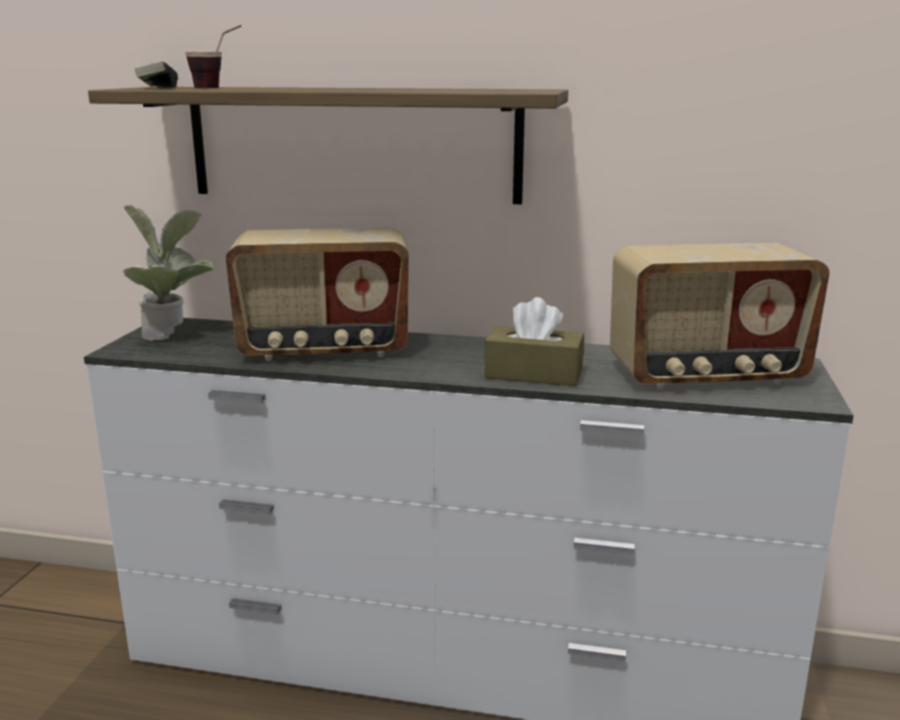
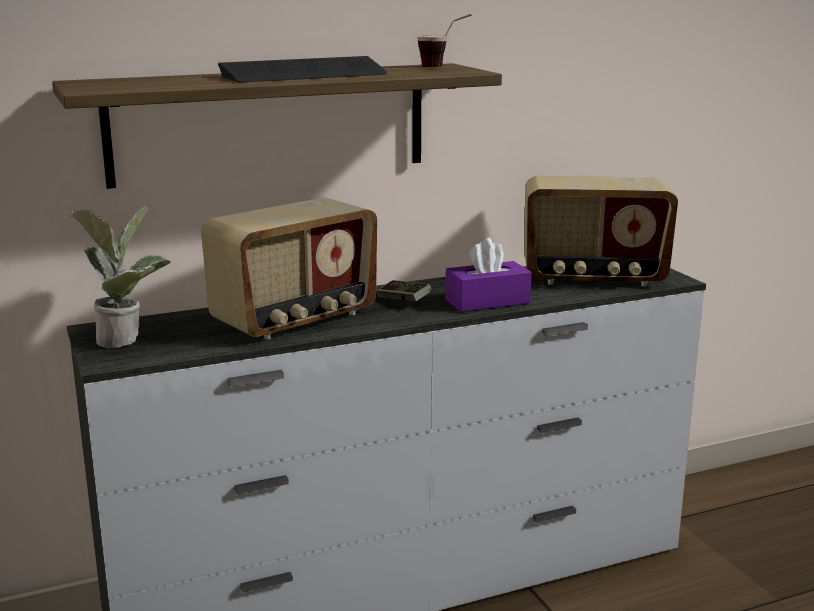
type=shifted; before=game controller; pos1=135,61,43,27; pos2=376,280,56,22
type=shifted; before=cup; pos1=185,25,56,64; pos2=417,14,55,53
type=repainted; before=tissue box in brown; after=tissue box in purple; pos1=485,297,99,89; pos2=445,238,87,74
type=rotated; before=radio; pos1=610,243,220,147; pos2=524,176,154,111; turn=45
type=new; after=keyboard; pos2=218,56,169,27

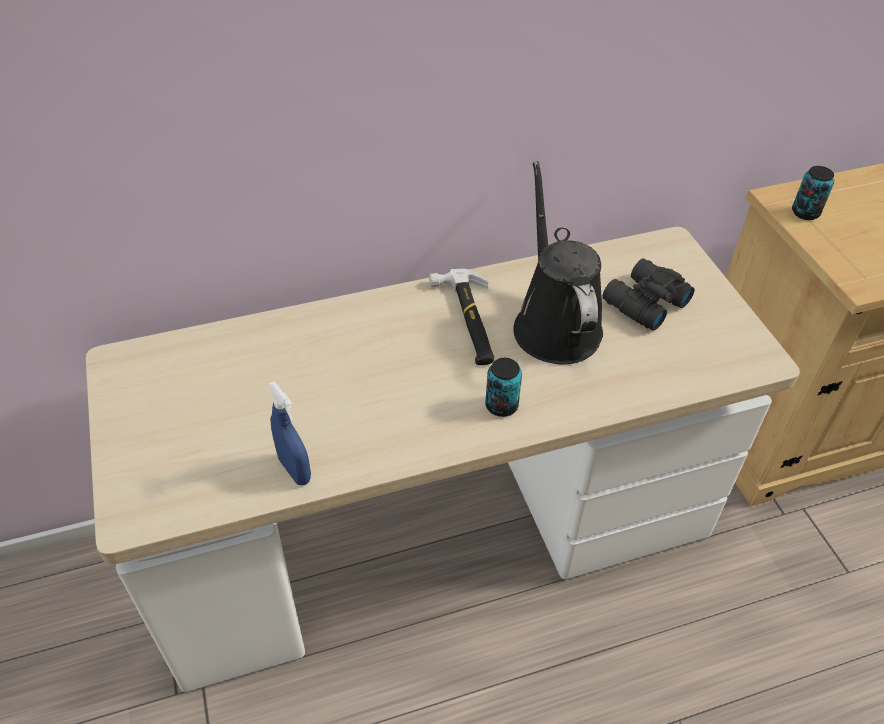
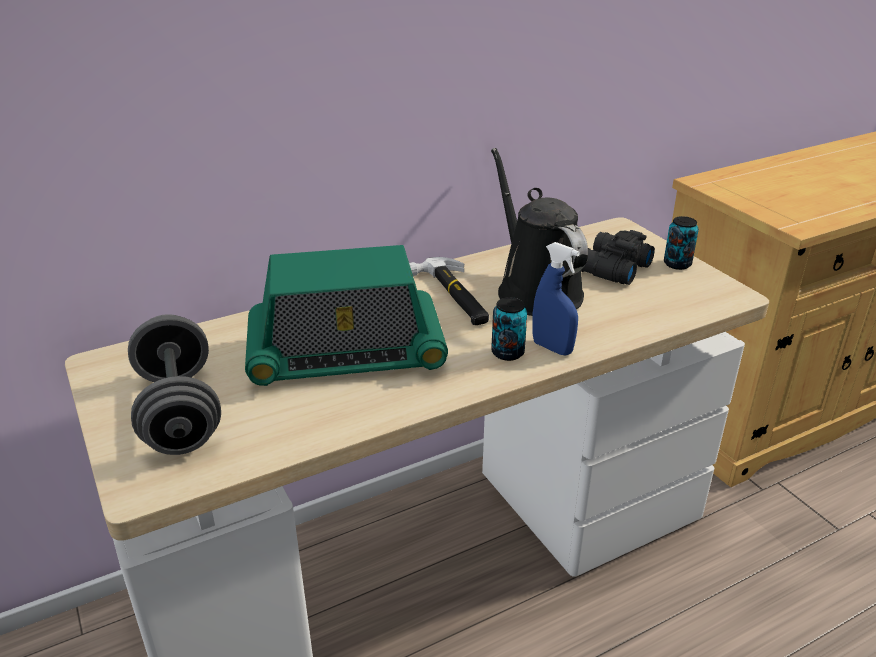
type=shifted; before=spray bottle in blue; pos1=268,381,43,104; pos2=533,242,47,113
type=shifted; before=can; pos1=792,166,42,54; pos2=664,216,35,54
type=new; after=dumbbell in grey; pos2=128,314,93,141
type=new; after=radio; pos2=245,245,203,141

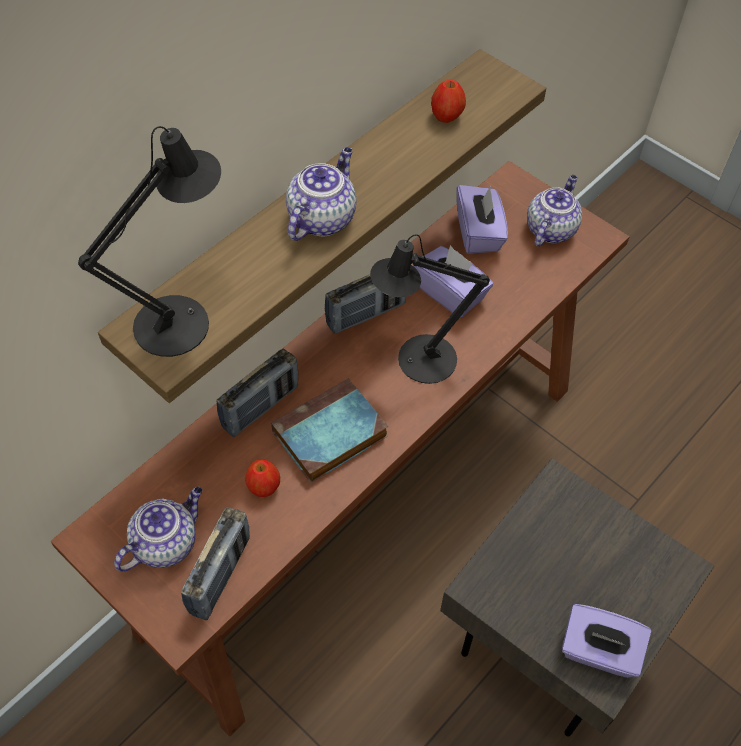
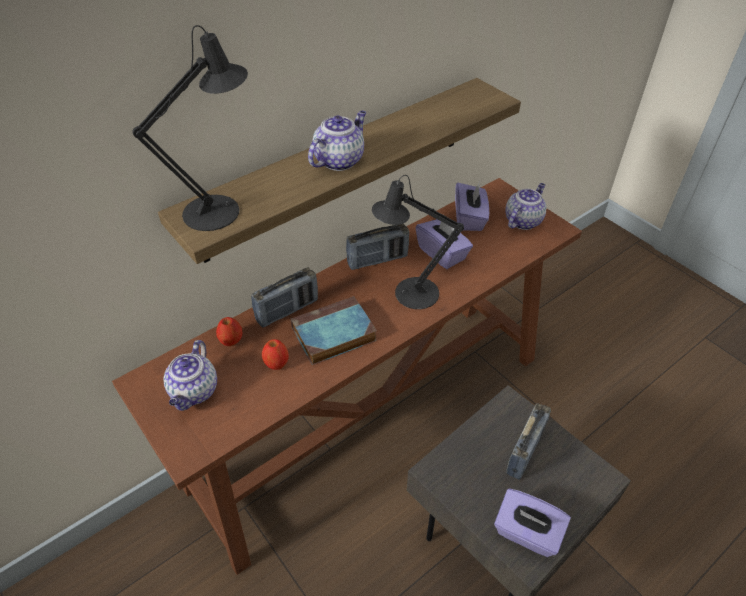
type=rotated; before=teapot; pos1=114,486,89,86; pos2=163,340,54,71; turn=135
type=shifted; before=radio; pos1=181,507,69,113; pos2=506,403,45,77
type=shifted; before=apple; pos1=431,79,35,44; pos2=216,317,26,29

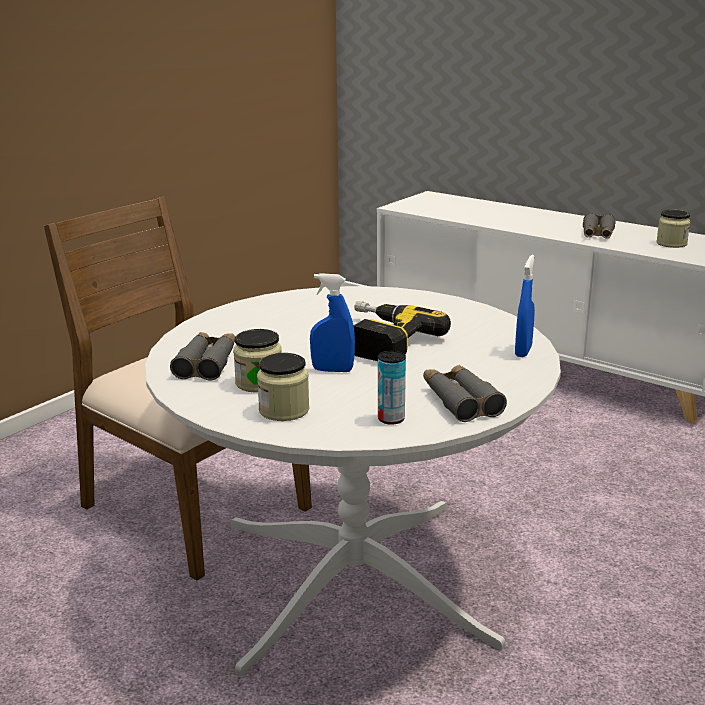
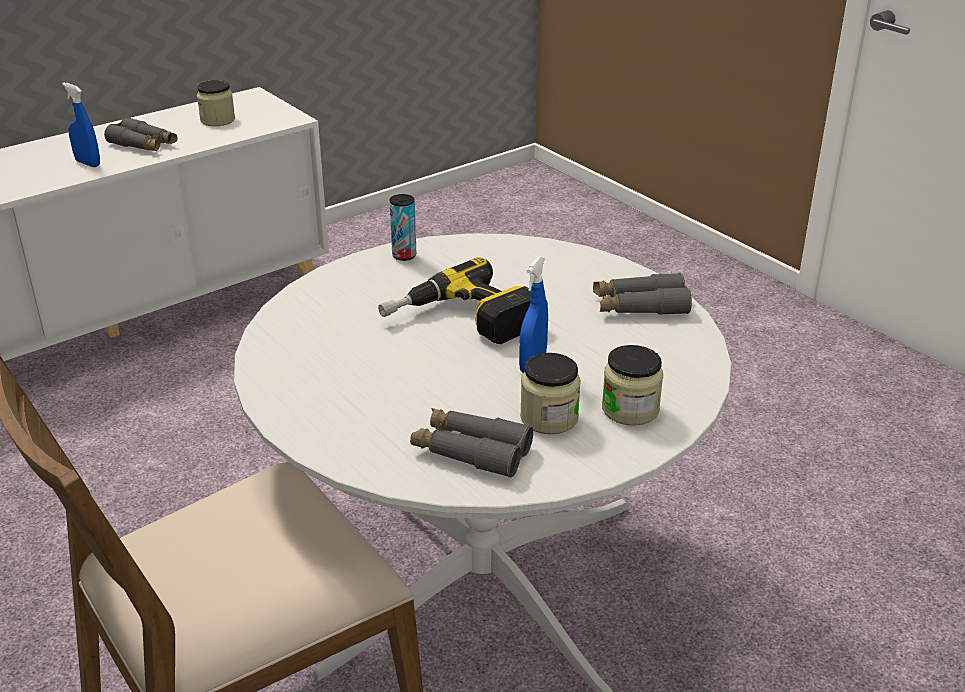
type=shifted; before=can; pos1=378,351,28,74; pos2=389,194,28,67
type=shifted; before=spray bottle in blue; pos1=515,255,20,102; pos2=62,83,38,84

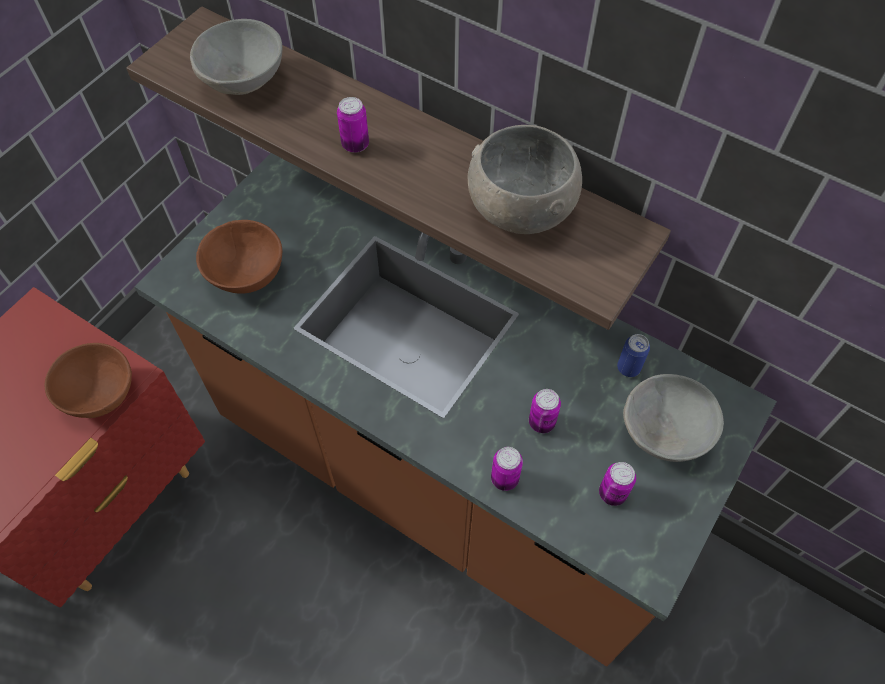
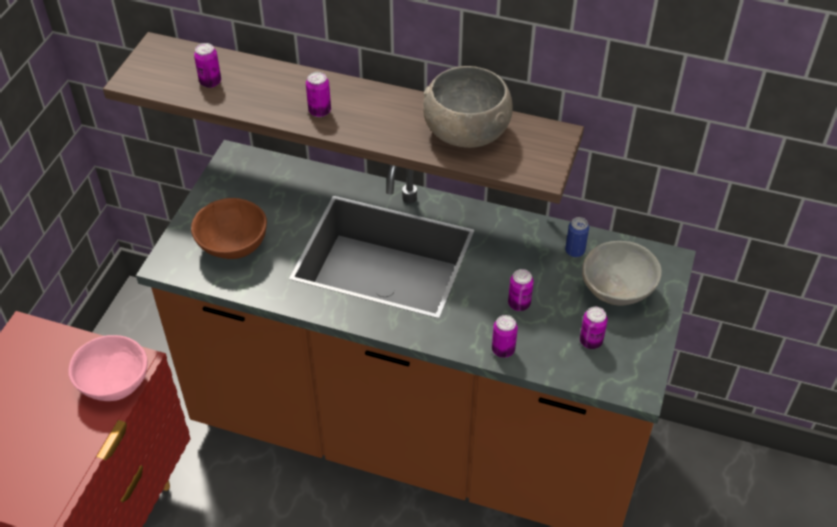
type=repainted; before=bowl in brown; after=bowl in pink; pos1=45,343,87,75; pos2=68,335,79,66
type=swapped; before=bowl in grey; after=can; pos1=190,19,92,76; pos2=194,43,27,45

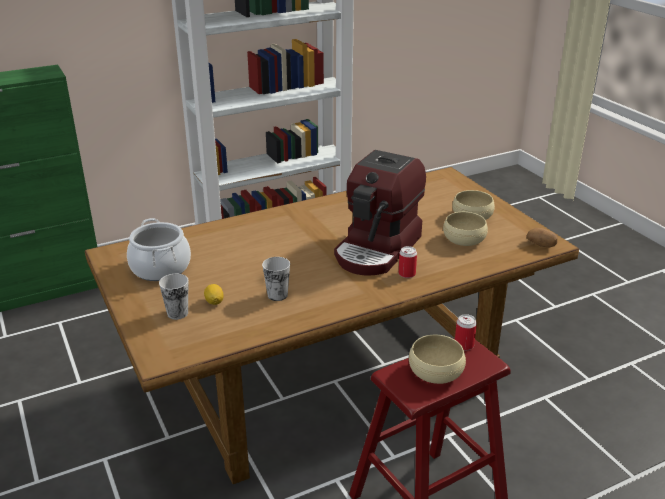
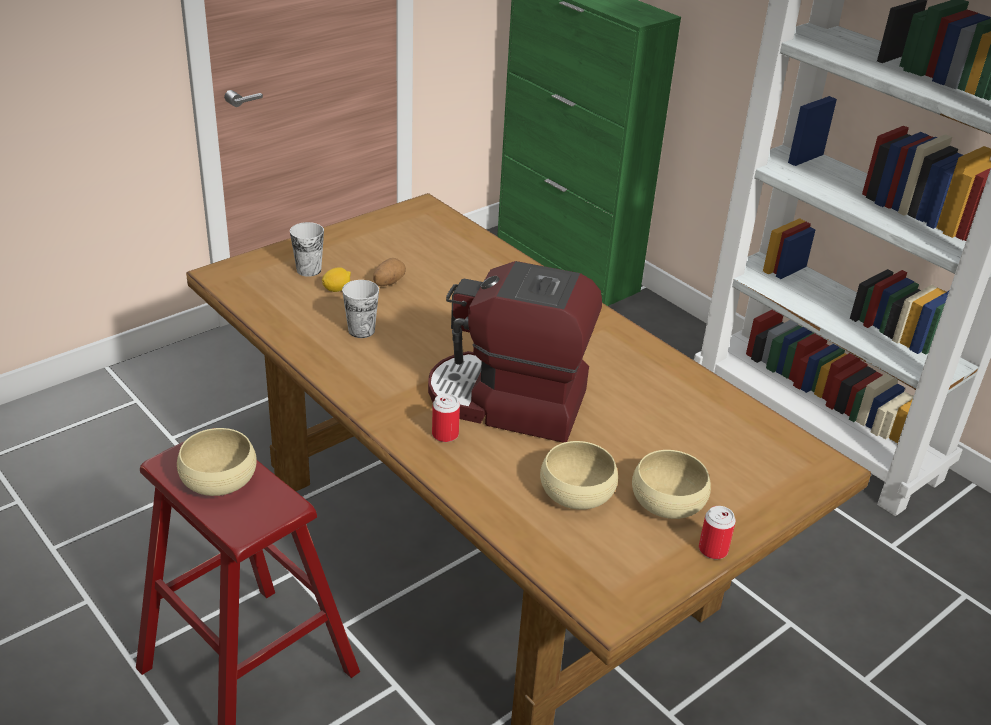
type=gone; before=cooking pot; pos1=127,218,64,63
type=shifted; before=can; pos1=455,314,22,37; pos2=699,506,37,53
type=shifted; before=potato; pos1=526,228,32,19; pos2=373,258,33,28

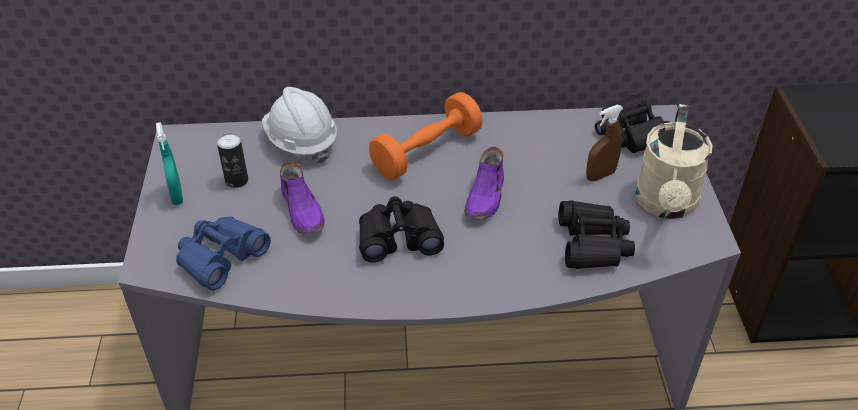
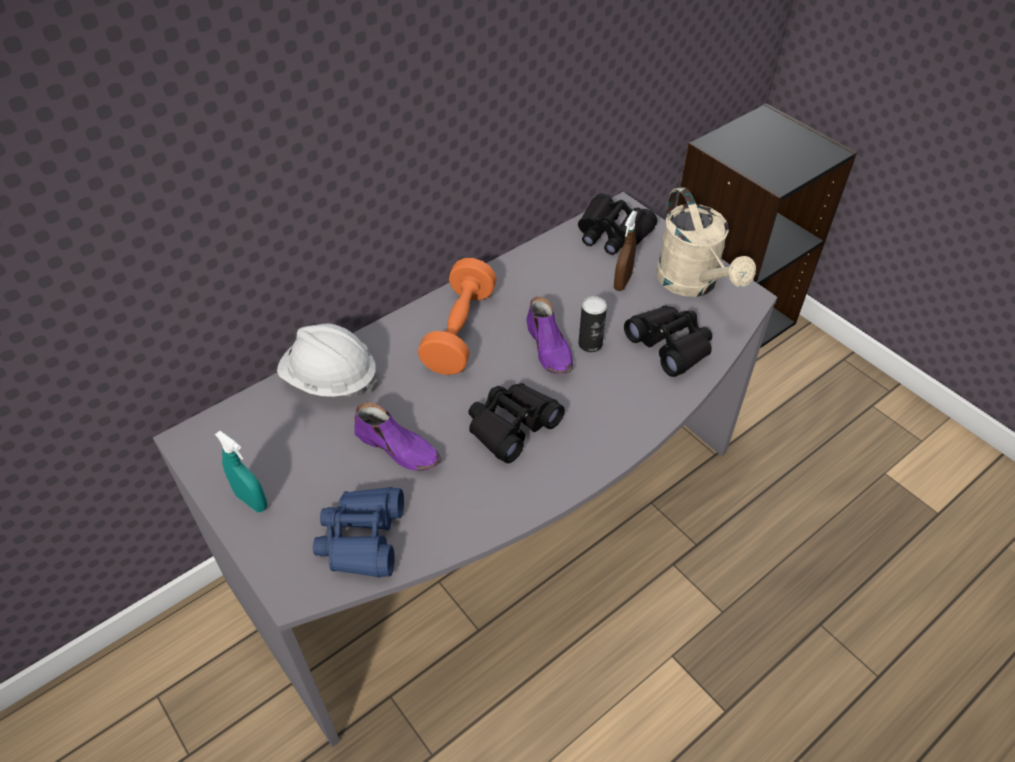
type=shifted; before=can; pos1=217,133,31,55; pos2=578,296,29,56

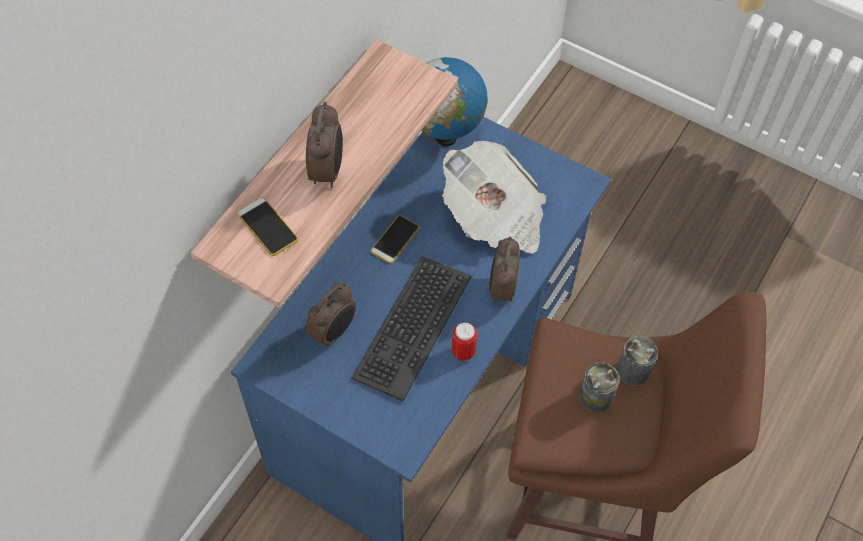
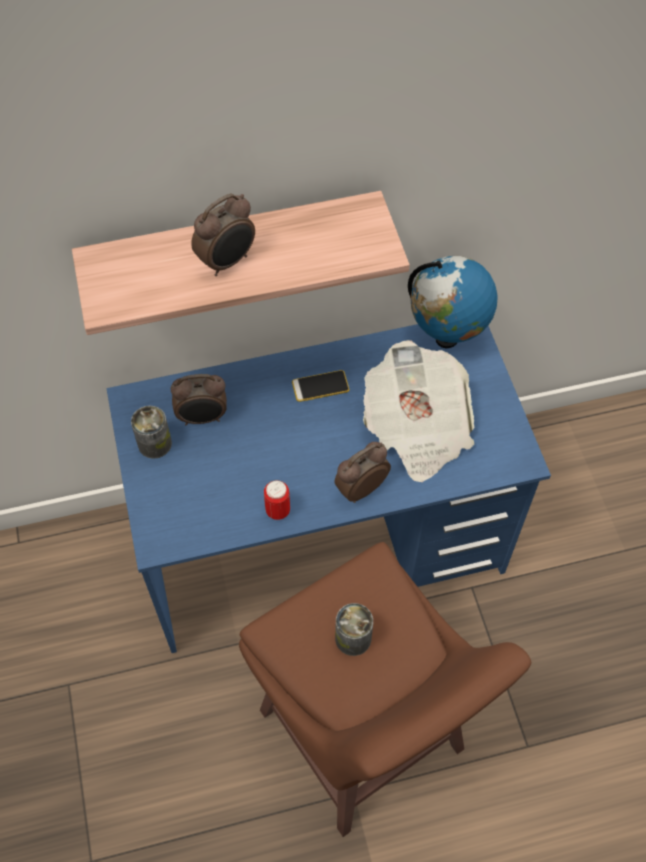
type=gone; before=phone; pos1=237,197,61,59
type=gone; before=keyboard; pos1=351,256,120,145
type=shifted; before=can; pos1=617,336,41,50; pos2=131,406,41,53

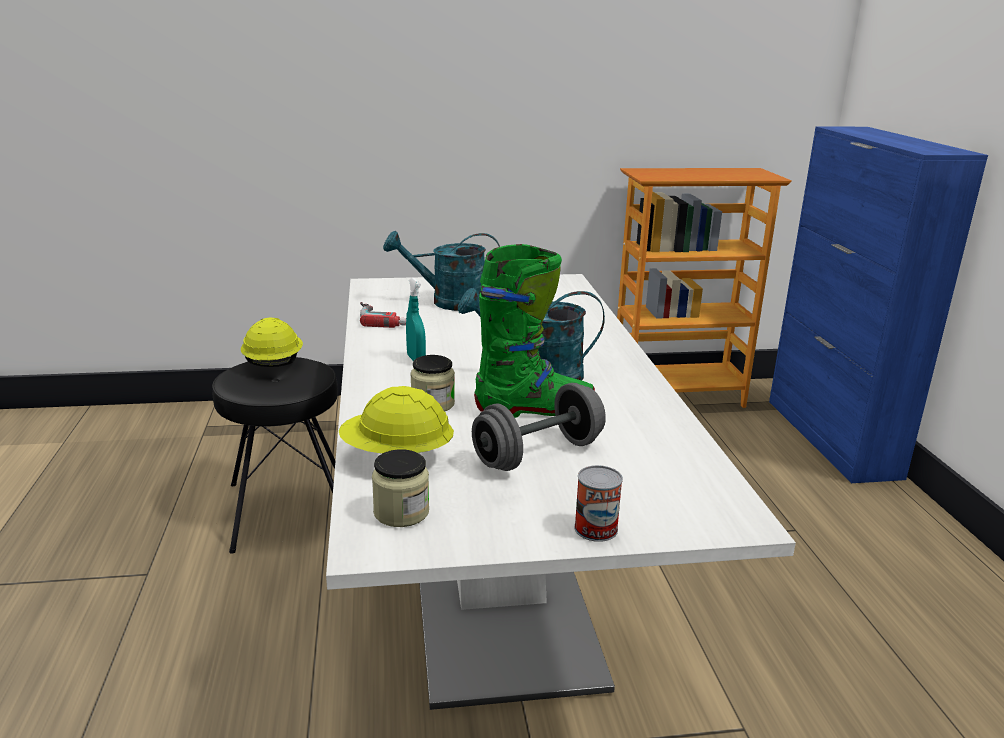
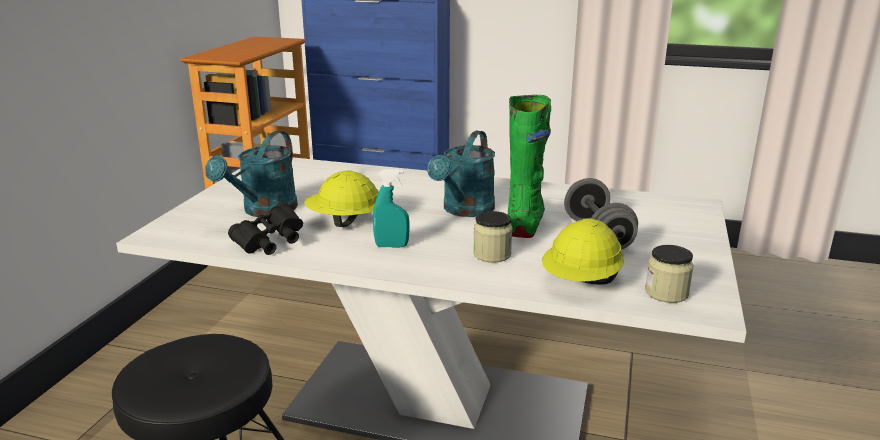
type=shifted; before=hard hat in yellow; pos1=241,318,62,49; pos2=304,171,75,56
type=swapped; before=power drill; after=binoculars in black; pos1=360,302,46,26; pos2=228,202,75,53
type=gone; before=can; pos1=574,465,49,77

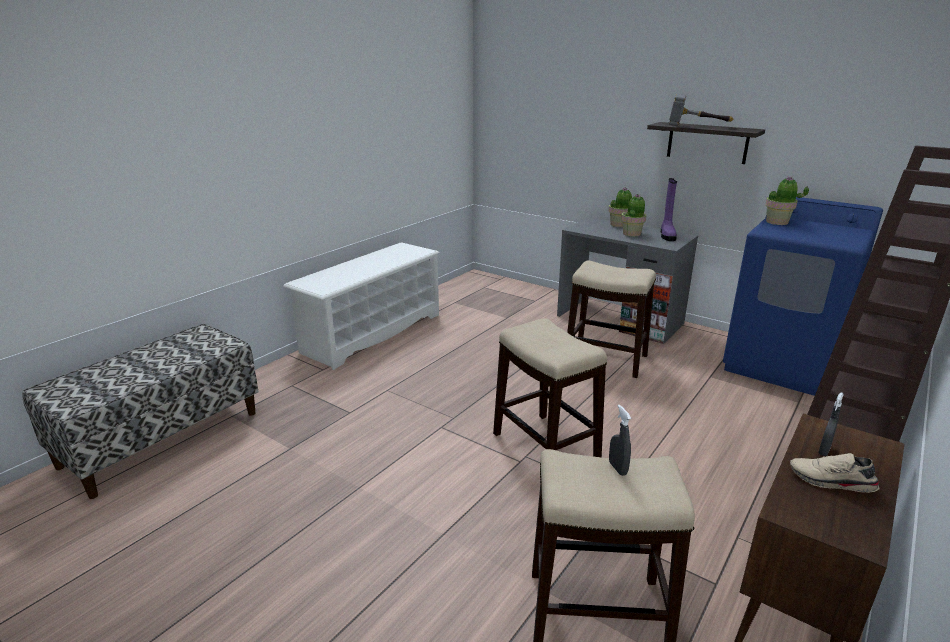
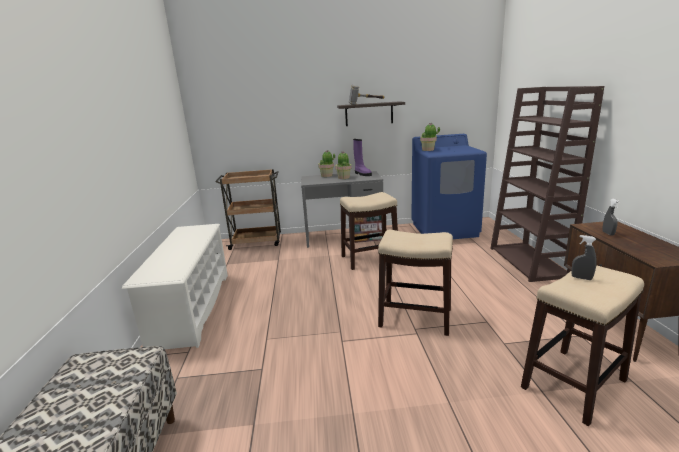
type=gone; before=shoe in beige; pos1=790,453,90,40
type=new; after=cart in brown; pos2=215,169,66,81

